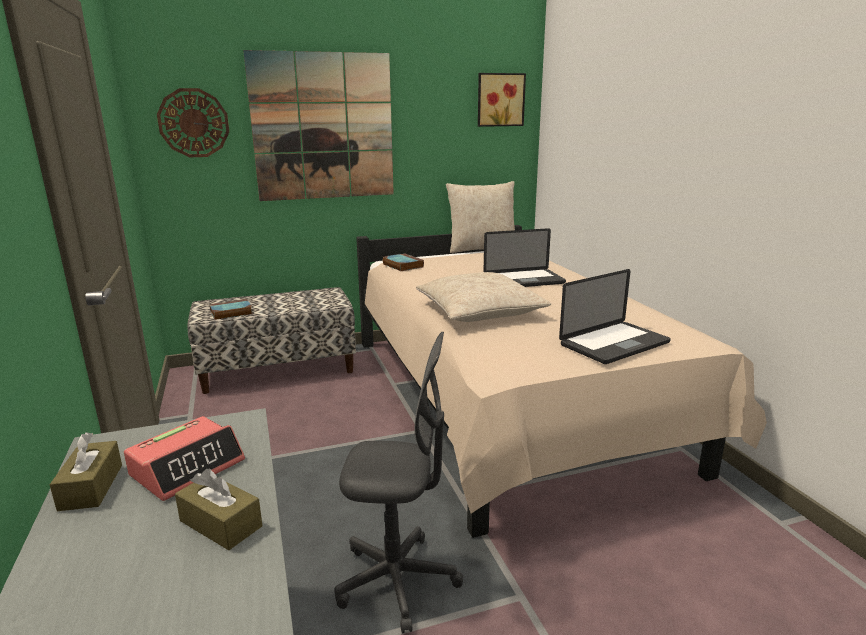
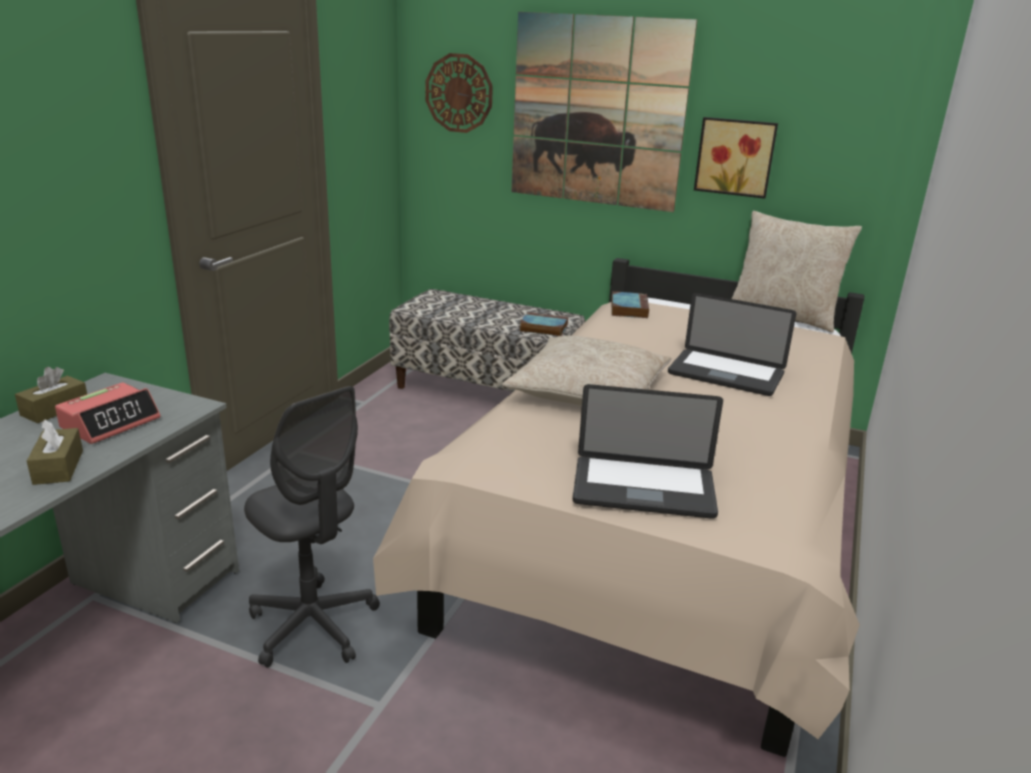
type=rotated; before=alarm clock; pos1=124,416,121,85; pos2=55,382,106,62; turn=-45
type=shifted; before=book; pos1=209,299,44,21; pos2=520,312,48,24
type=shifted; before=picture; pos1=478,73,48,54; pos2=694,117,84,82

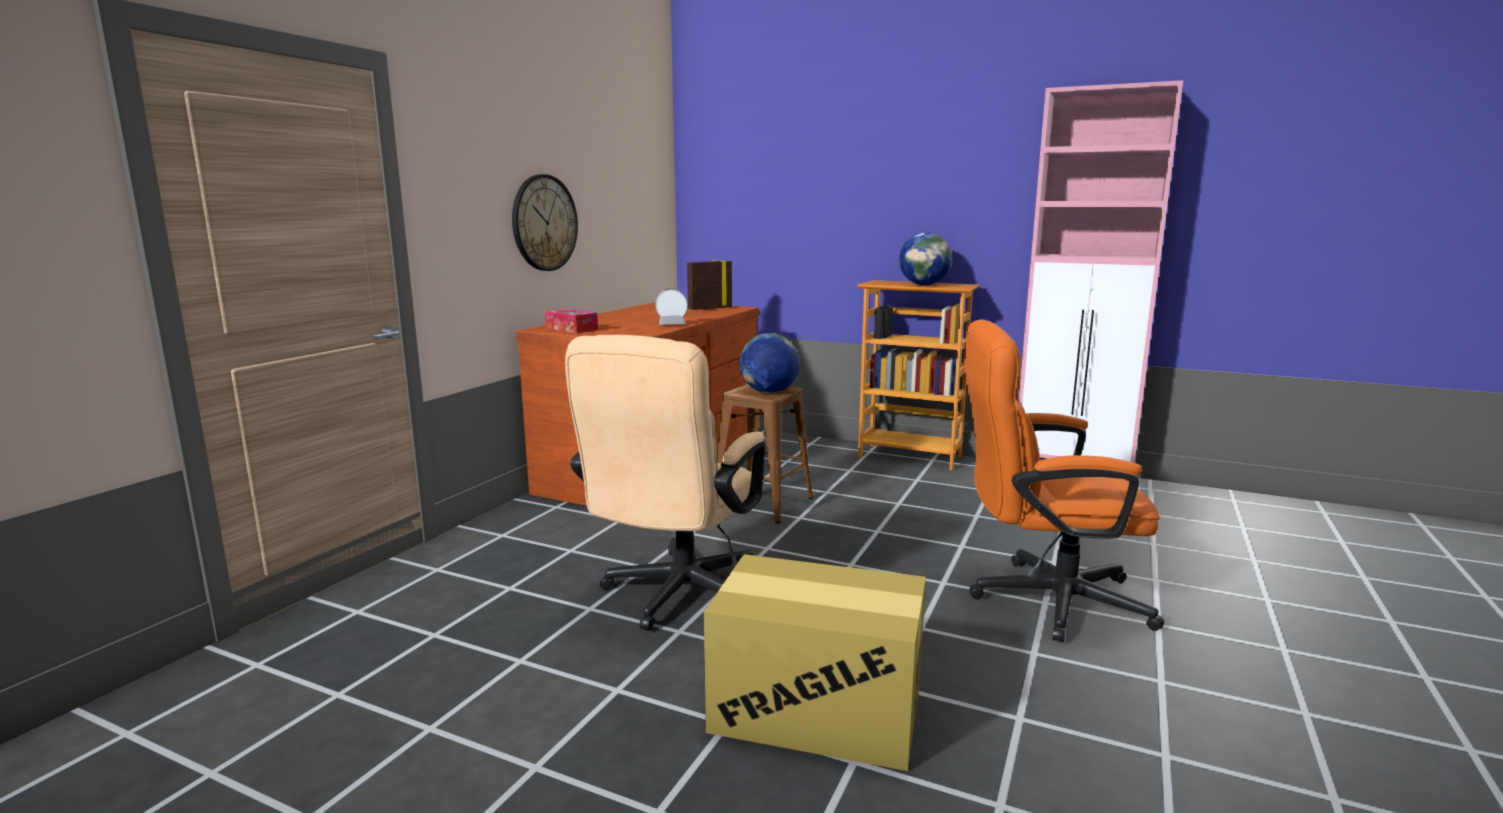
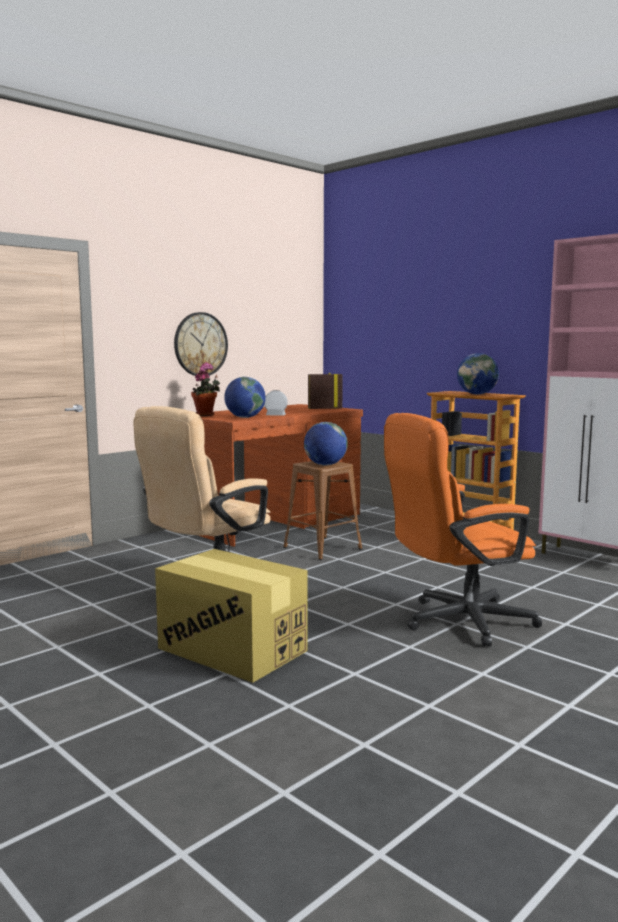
type=swapped; before=tissue box; after=potted plant; pos1=544,308,54,25; pos2=191,362,29,54
type=rotated; before=office chair in orange; pos1=964,320,200,322; pos2=384,413,158,234; turn=-45
type=new; after=globe; pos2=224,377,42,41

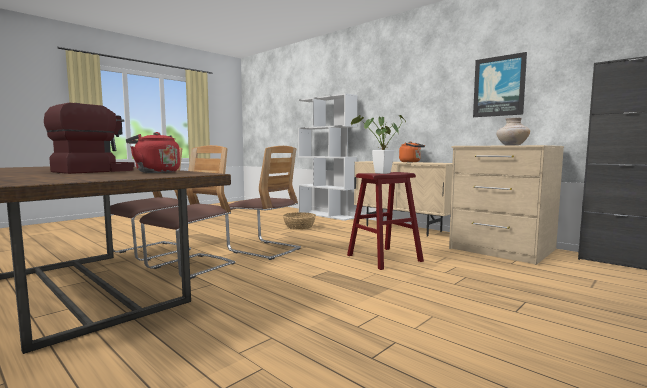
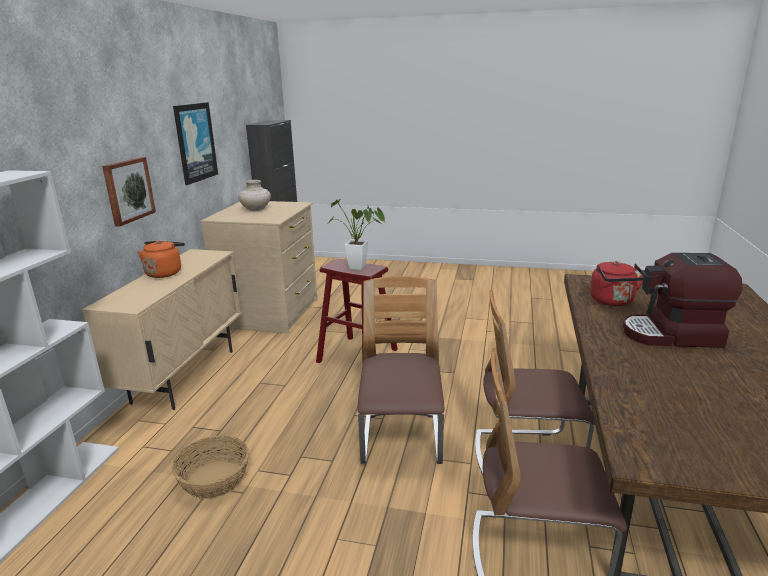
type=new; after=picture; pos2=102,157,54,70

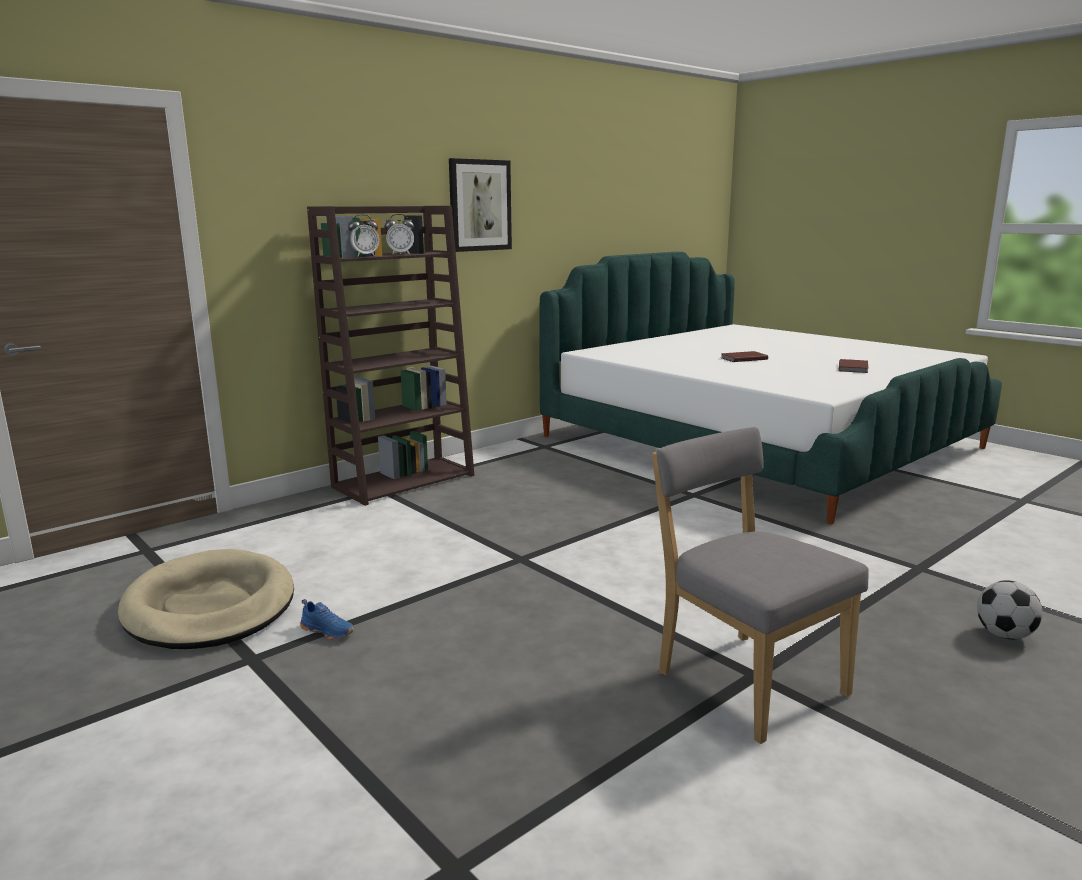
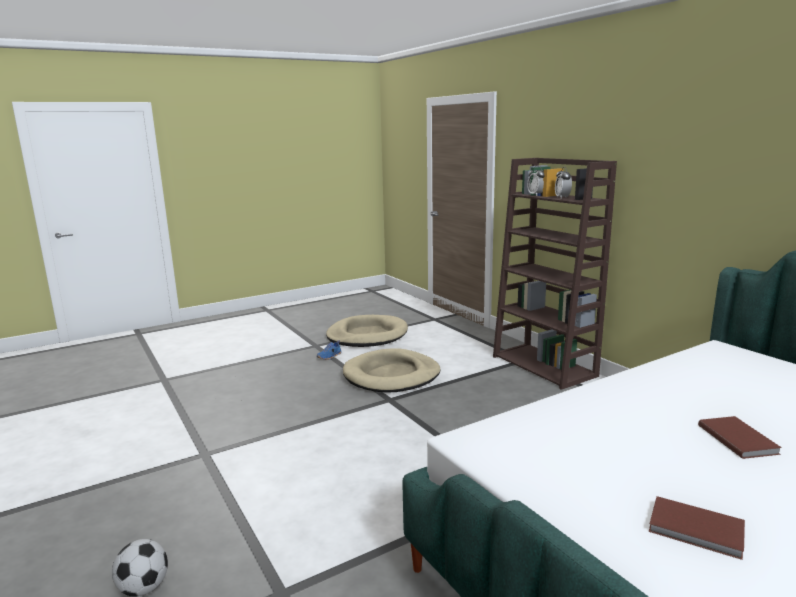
type=gone; before=picture; pos1=449,158,63,94
type=gone; before=chair in grey; pos1=652,427,216,317
type=new; after=dog bed in beige; pos2=343,349,98,44

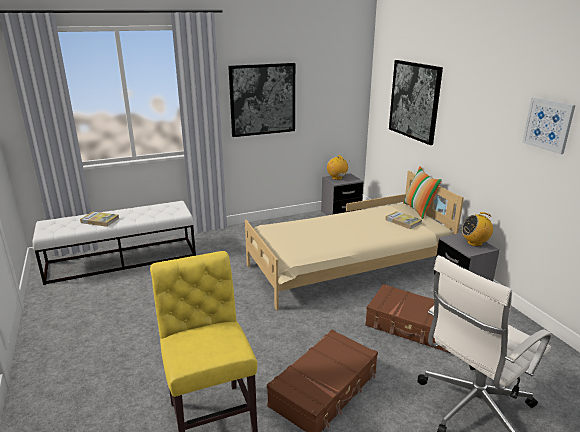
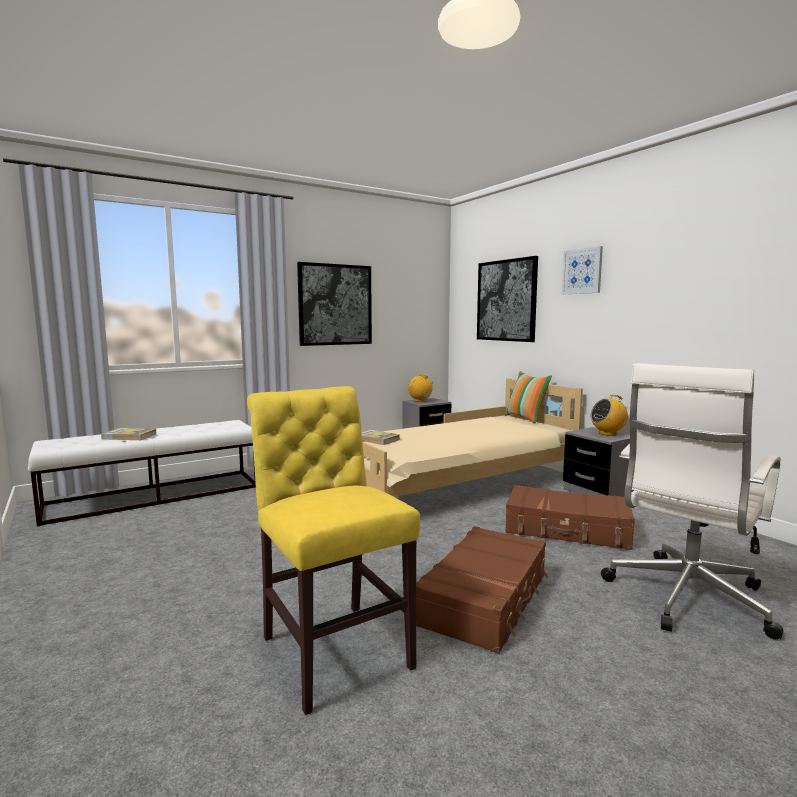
type=shifted; before=book; pos1=385,211,37,18; pos2=362,429,38,16
type=shifted; before=picture; pos1=522,97,53,57; pos2=562,246,41,49

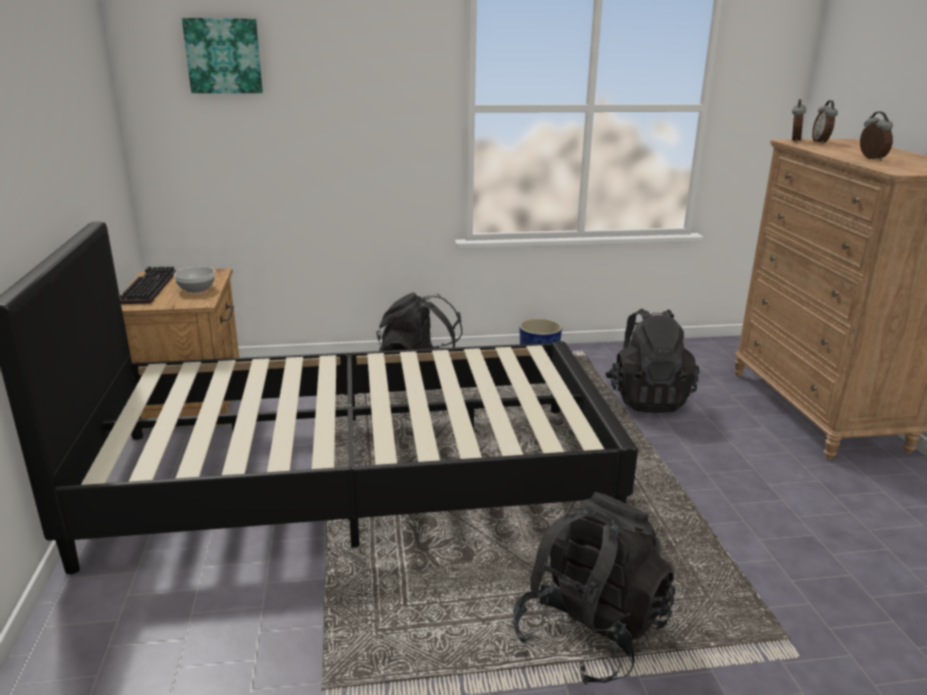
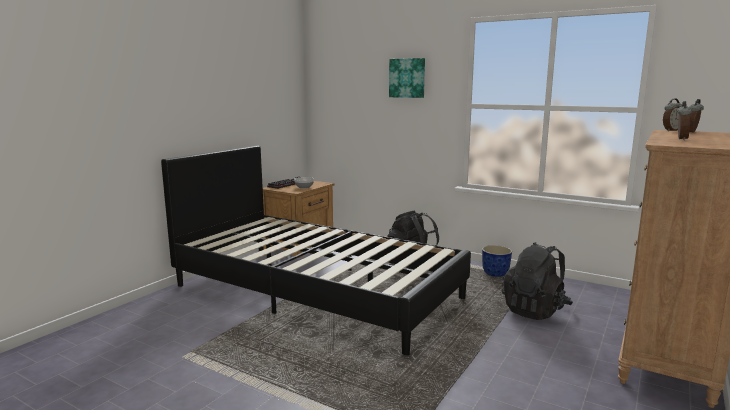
type=shifted; before=picture; pos1=182,18,81,75; pos2=389,58,36,40
type=gone; before=backpack in black; pos1=512,492,163,193

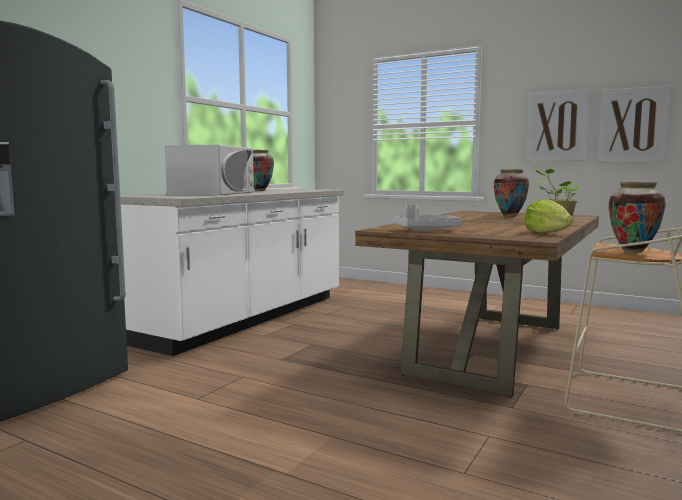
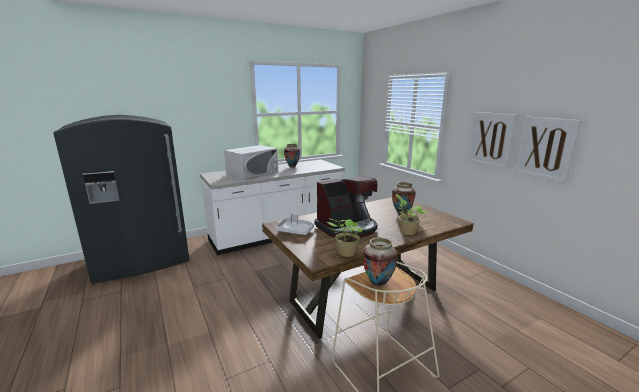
type=swapped; before=lettuce; after=potted plant; pos1=524,199,49,35; pos2=327,218,37,39
type=new; after=coffee machine; pos2=314,176,63,62

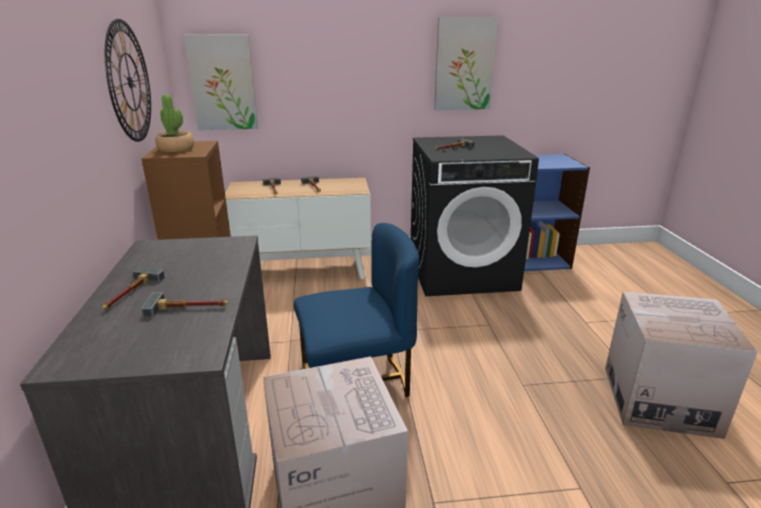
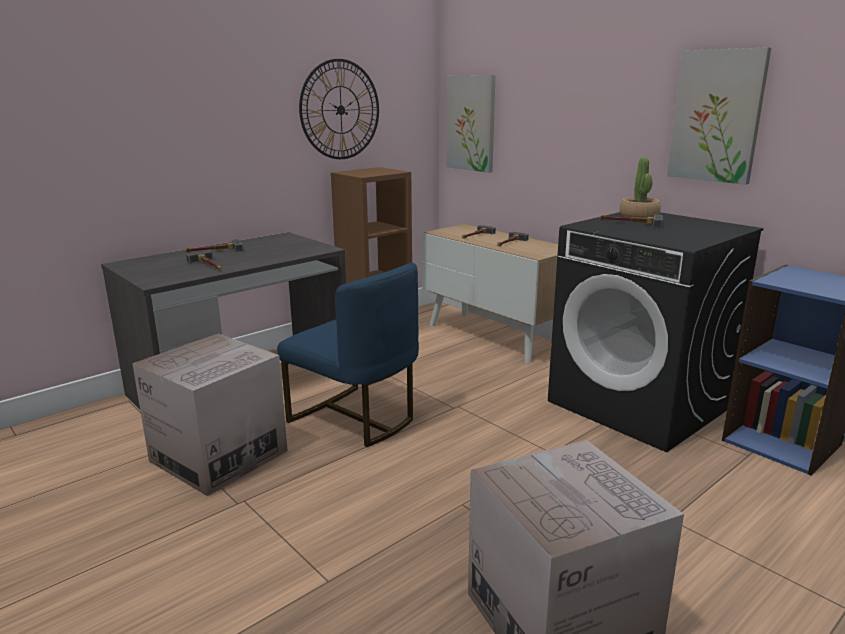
type=shifted; before=potted plant; pos1=156,94,38,59; pos2=620,157,41,61

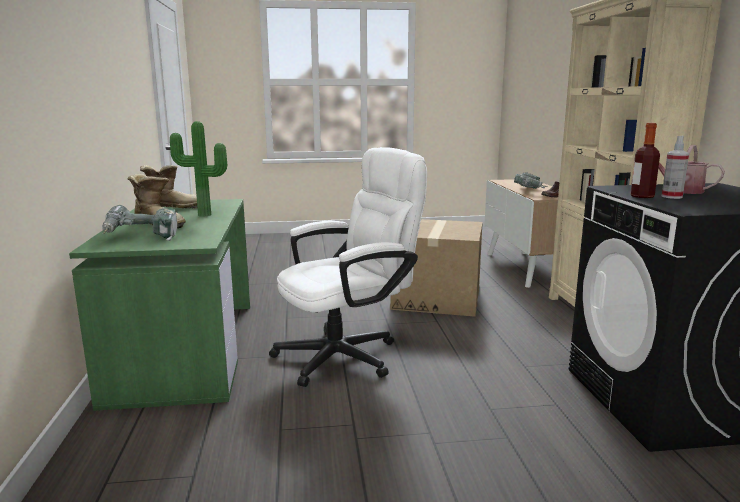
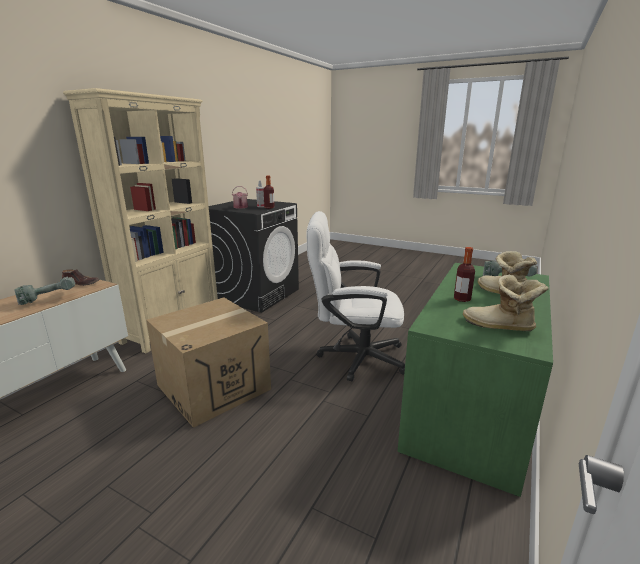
type=swapped; before=potted plant; after=bottle; pos1=170,121,57,96; pos2=454,247,21,55

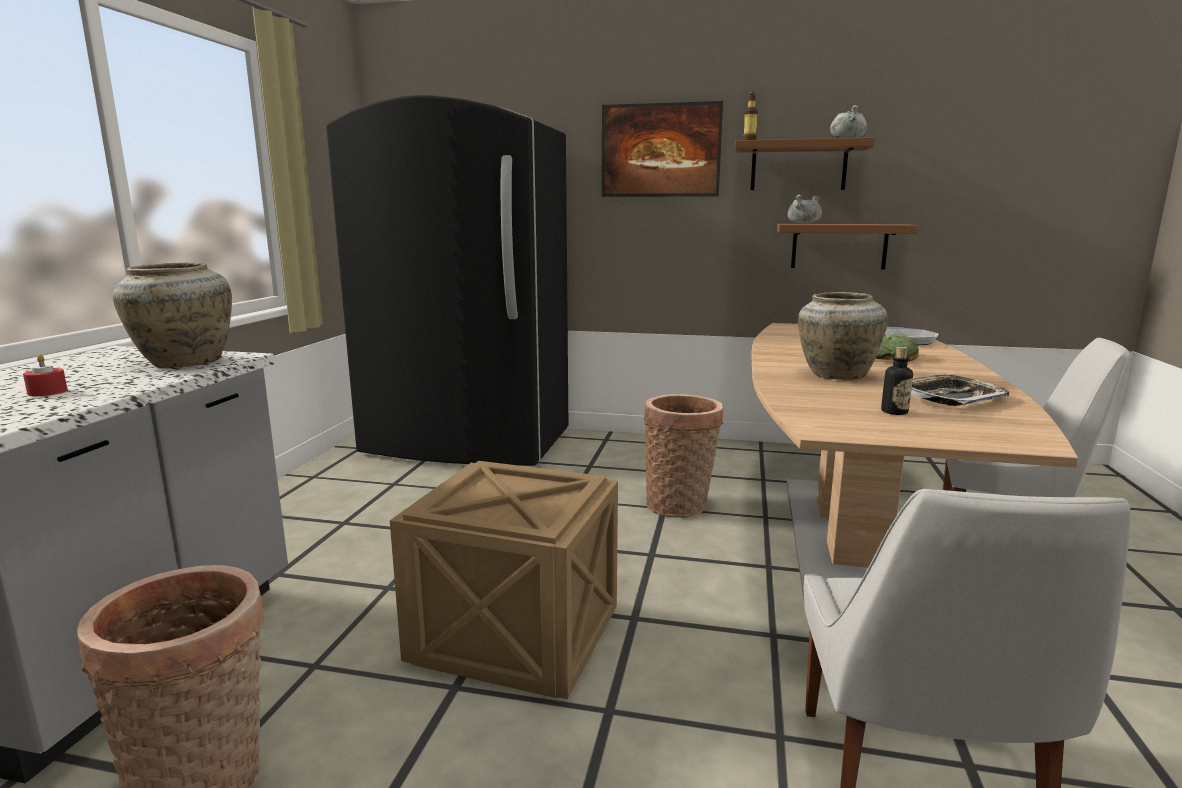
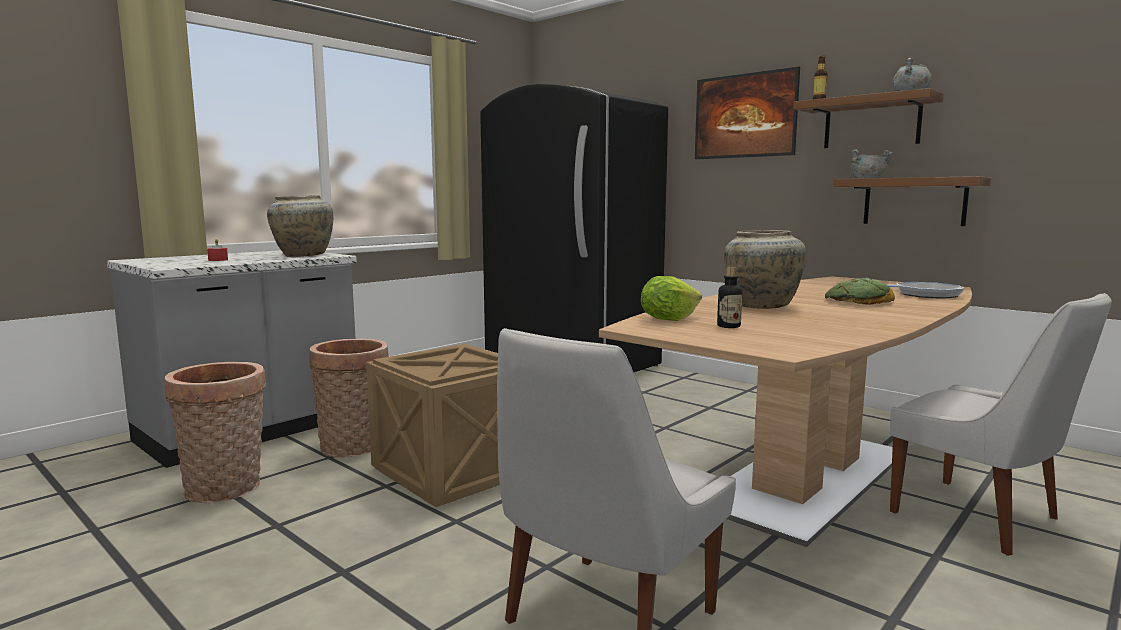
type=shifted; before=basket; pos1=644,394,79,124; pos2=309,338,79,120
type=gone; before=tray; pos1=911,373,98,33
type=new; after=lettuce; pos2=641,276,61,45

